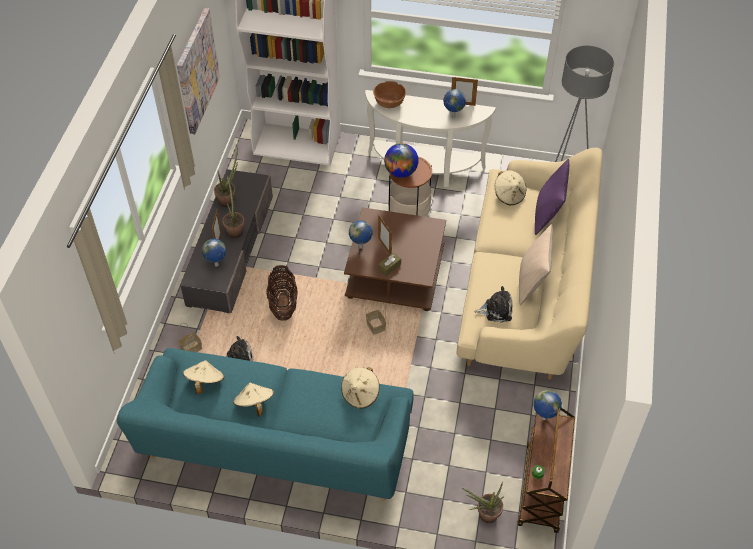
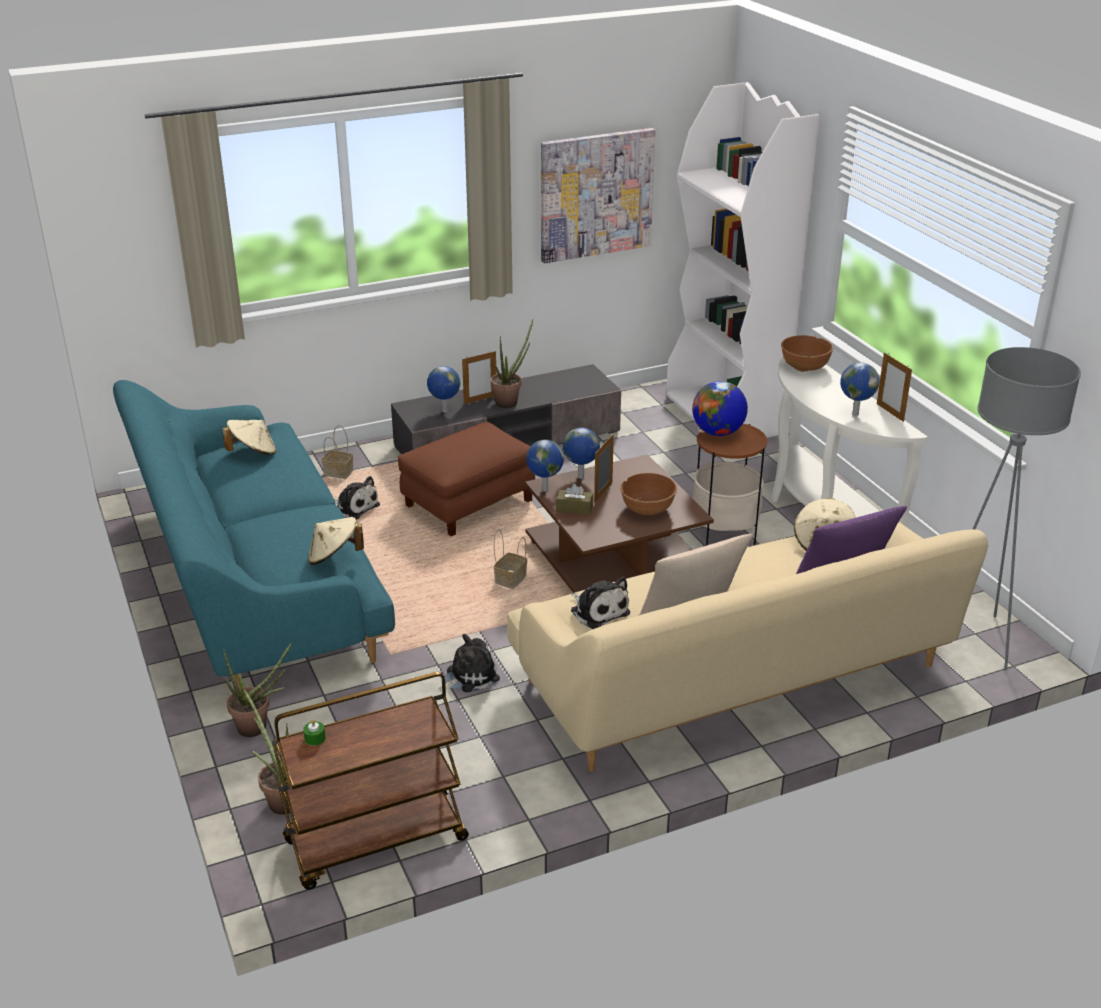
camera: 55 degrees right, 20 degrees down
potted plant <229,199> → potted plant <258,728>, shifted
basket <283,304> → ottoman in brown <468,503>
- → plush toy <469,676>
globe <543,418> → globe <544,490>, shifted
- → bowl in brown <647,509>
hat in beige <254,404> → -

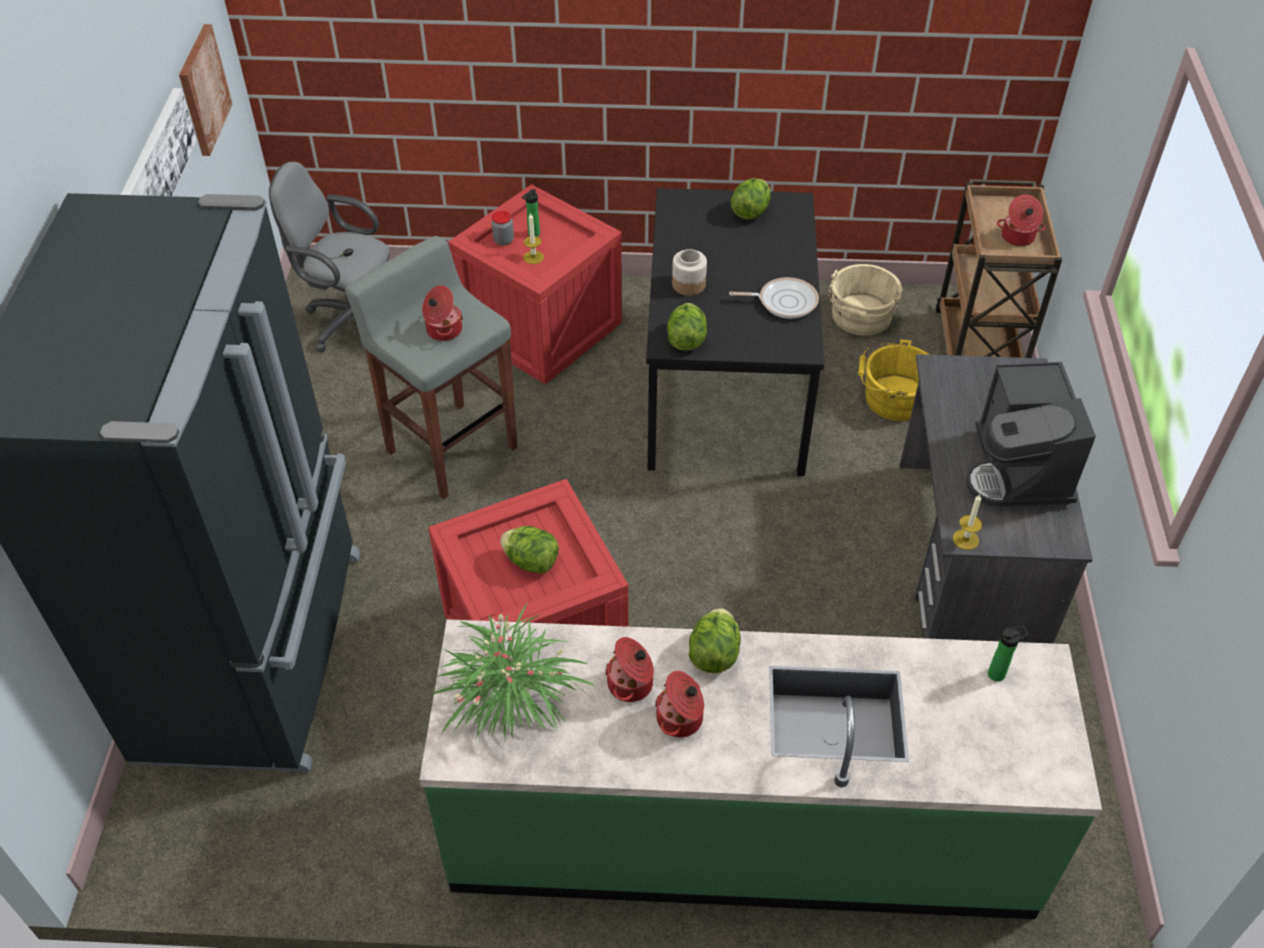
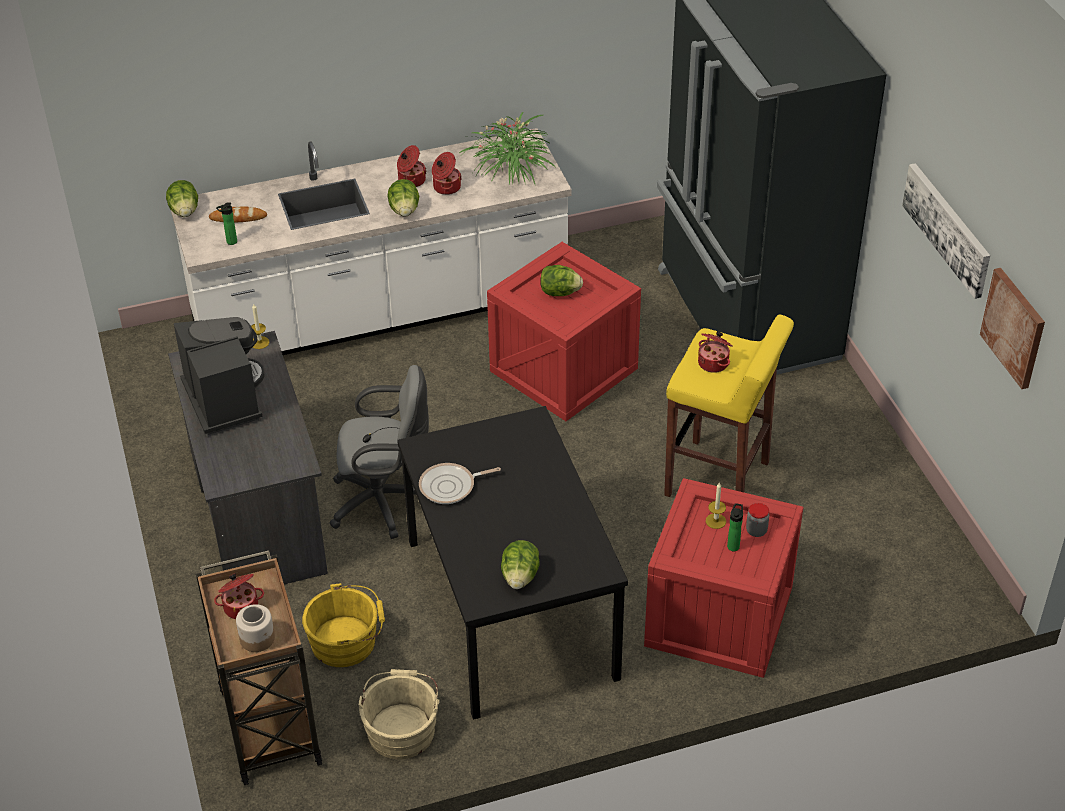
camera: 160 degrees right, 5 degrees down
lettuce <686,340> → lettuce <185,211>, shifted
counter in green <740,829> → counter in white <381,313>
- → bread <238,217>
jar <688,284> → jar <257,638>, shifted
office chair in grey <352,321> → office chair in grey <385,502>, shifted
stool in grey <450,448> → stool in yellow <718,480>

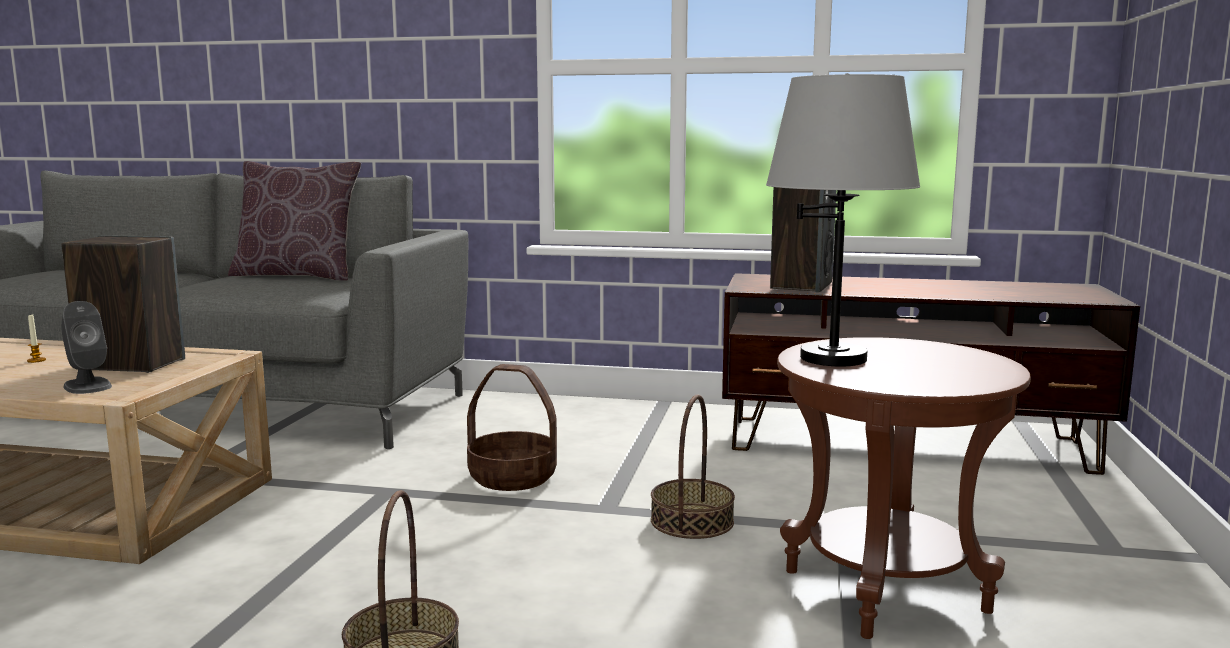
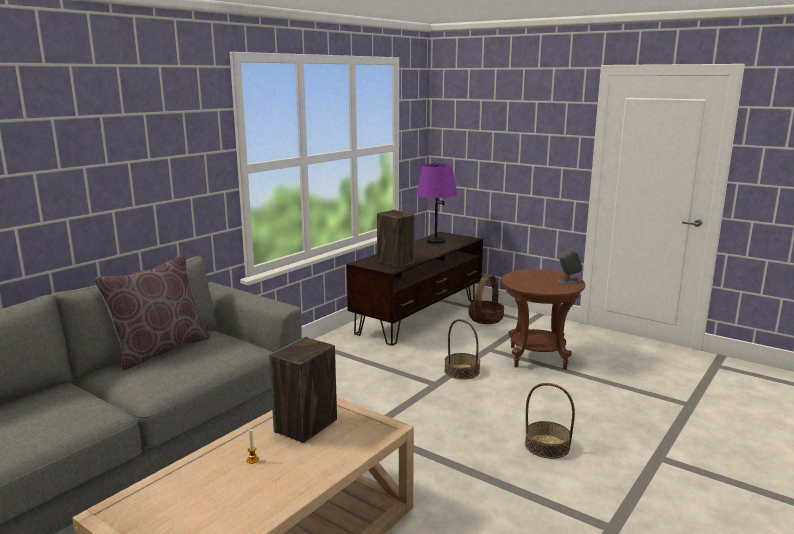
camera: 65 degrees left, 5 degrees up
- → table lamp in purple <435,241>
basket <513,477> → basket <485,319>, shifted
speaker in grey <87,386> → speaker in grey <568,281>, shifted
table lamp in grey <834,358> → -

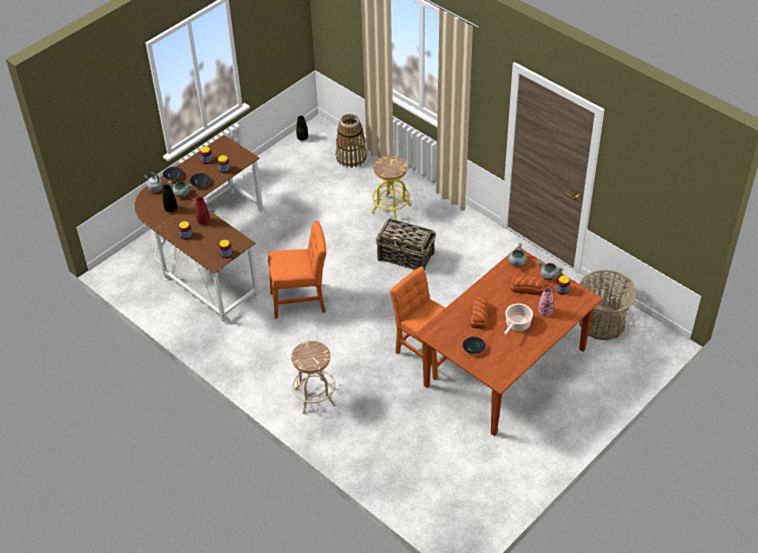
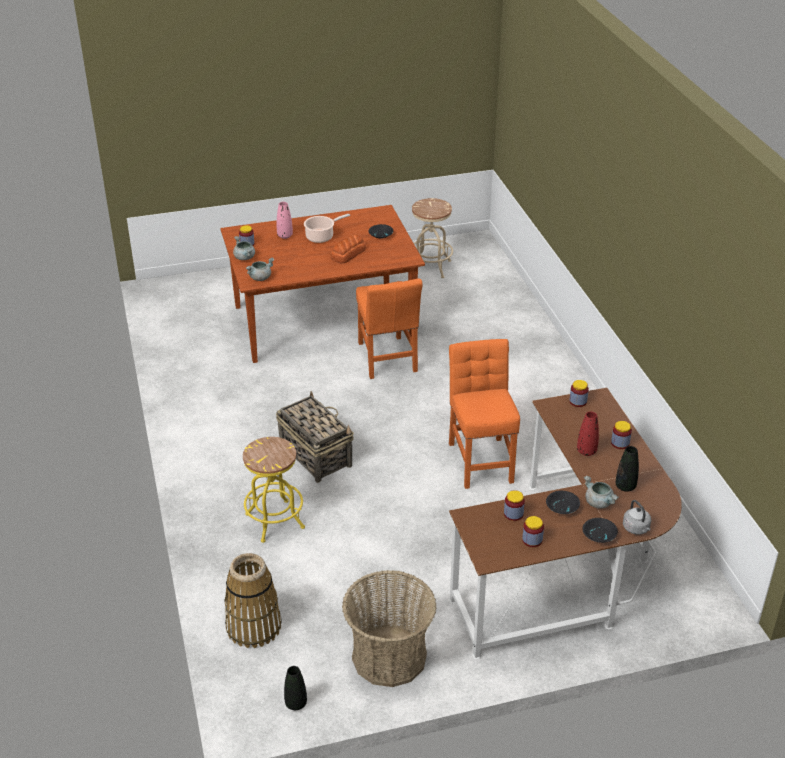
camera: 150 degrees left, 10 degrees down
basket <602,322> → basket <389,657>, shifted
stool in beige <314,397> → stool in beige <430,267>, shifted
chair in orange <301,301> → chair in orange <480,459>, 60 degrees clockwise
bread <527,288> → -

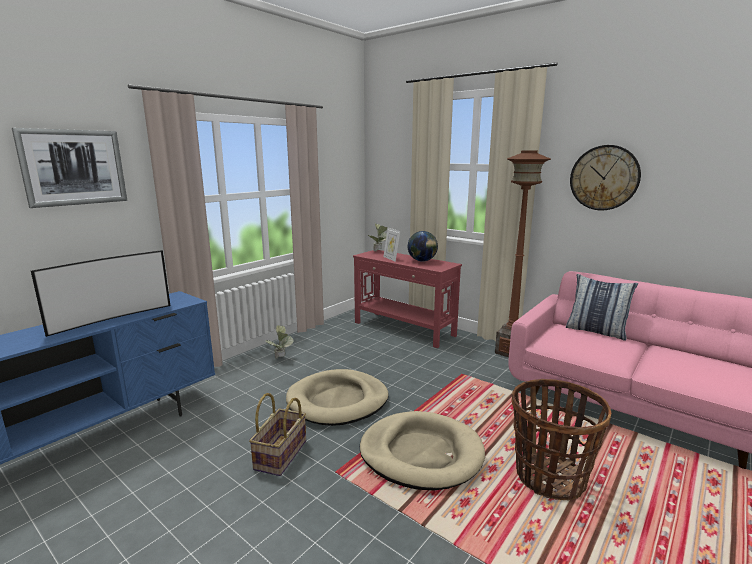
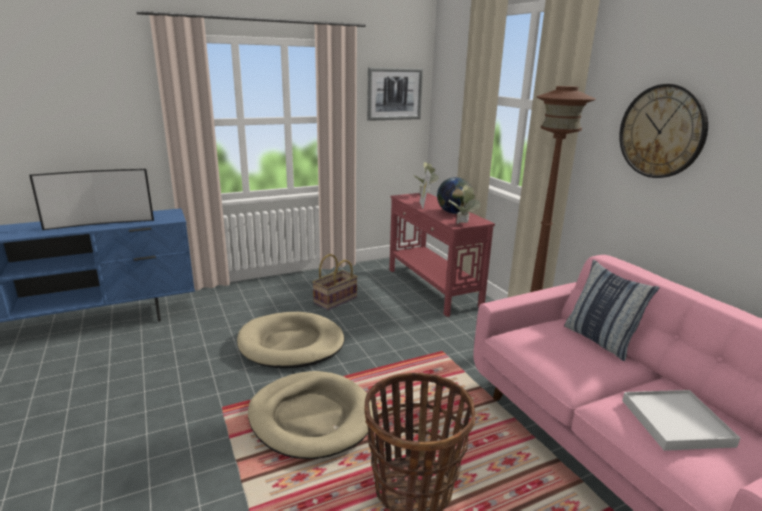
camera: 25 degrees right, 5 degrees up
basket <281,455> → basket <335,300>, shifted
picture <74,167> → picture <394,94>, shifted
potted plant <281,358> → potted plant <463,225>, shifted
- → tray in white <675,422>

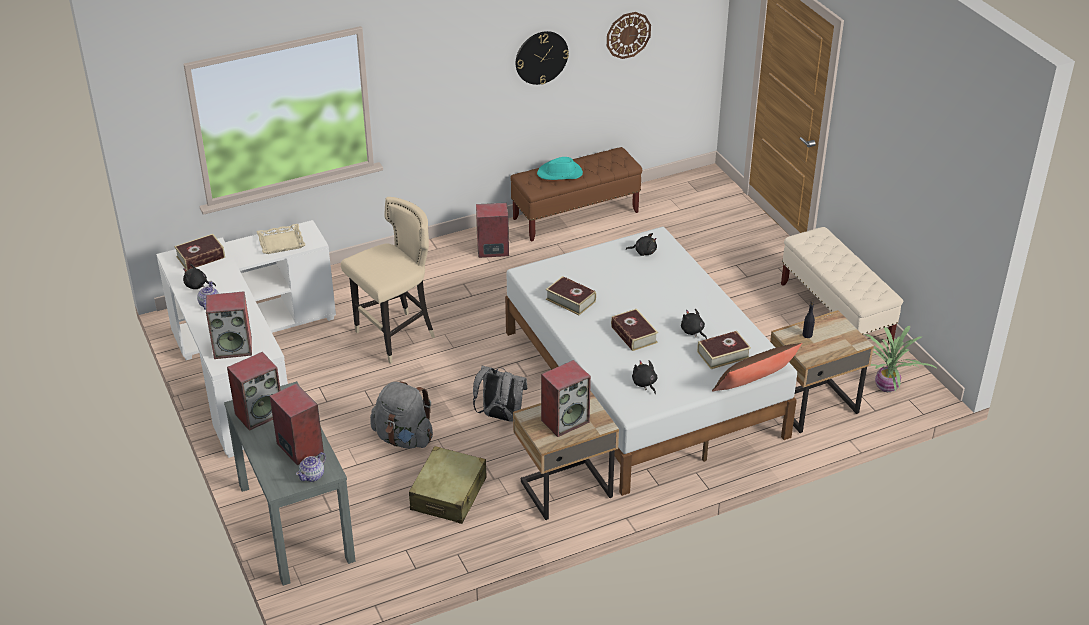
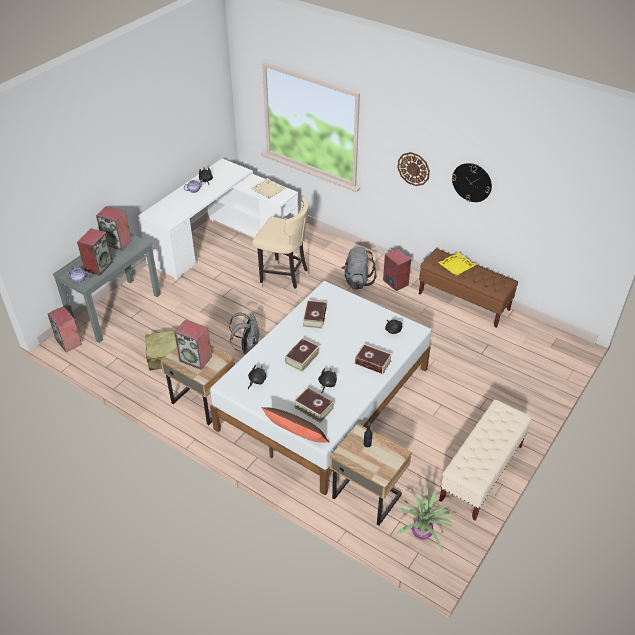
camera: 60 degrees right, 5 degrees up
speaker <233,347> → speaker <69,342>, shifted
backpack in grey <404,438> → backpack in grey <357,281>, shifted
book <200,257> → book <373,362>, shifted
wall clock <628,35> → wall clock <413,169>, shifted
hat in turquoise <560,173> → tray in yellow <456,266>

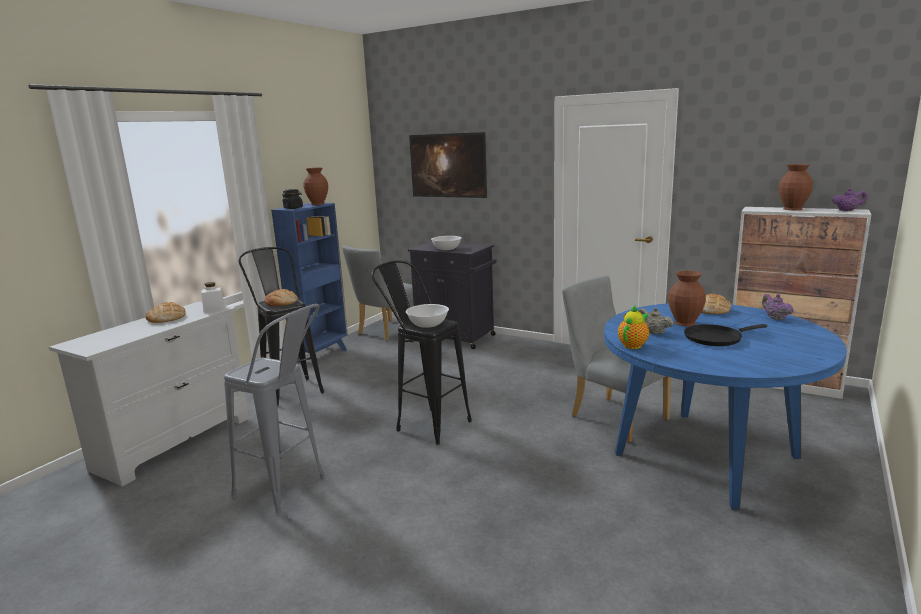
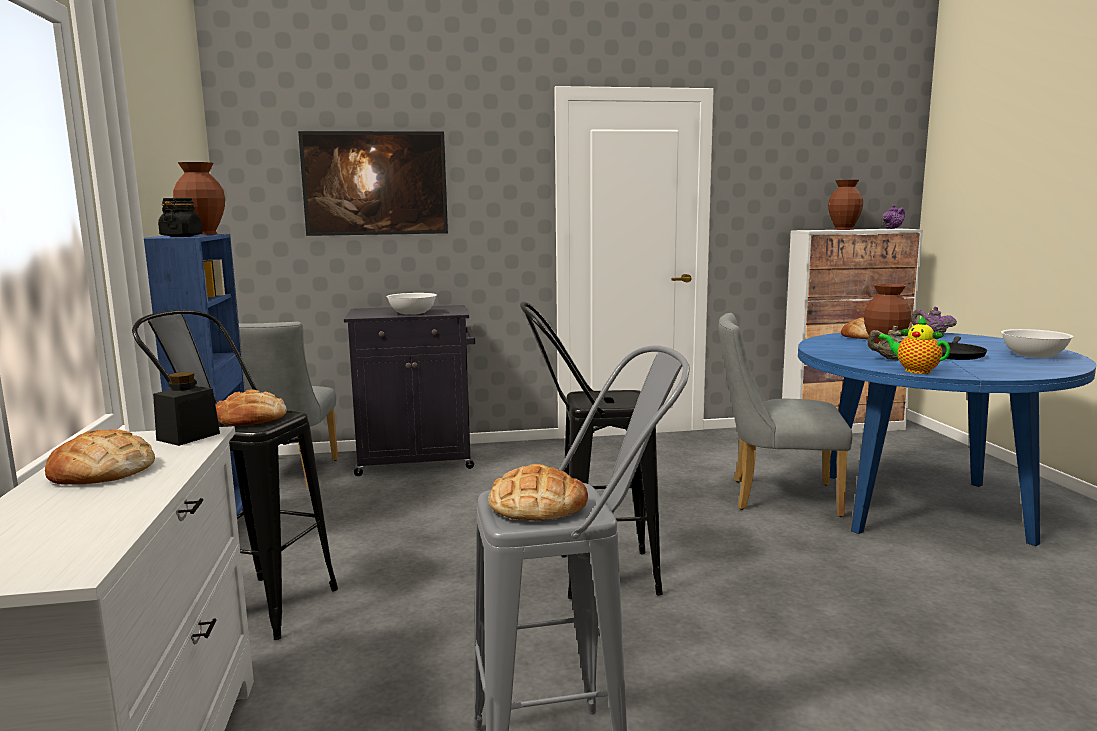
camera: 40 degrees left, 5 degrees down
jar in white <214,309> → jar in black <188,437>
- → bread <537,505>
teapot <633,345> → teapot <914,370>, 45 degrees counterclockwise
bowl in white <428,325> → bowl in white <1033,356>, shifted

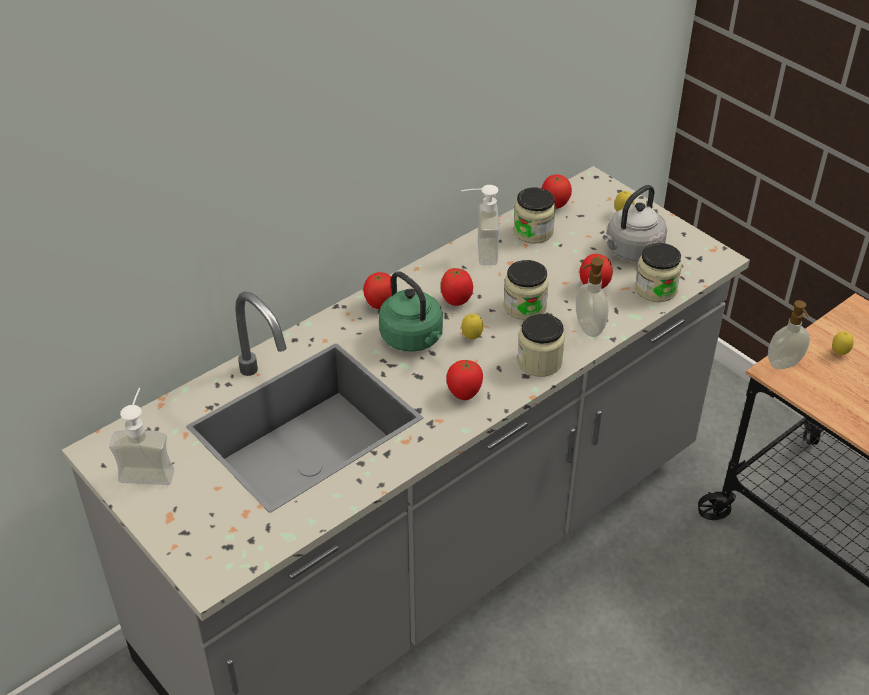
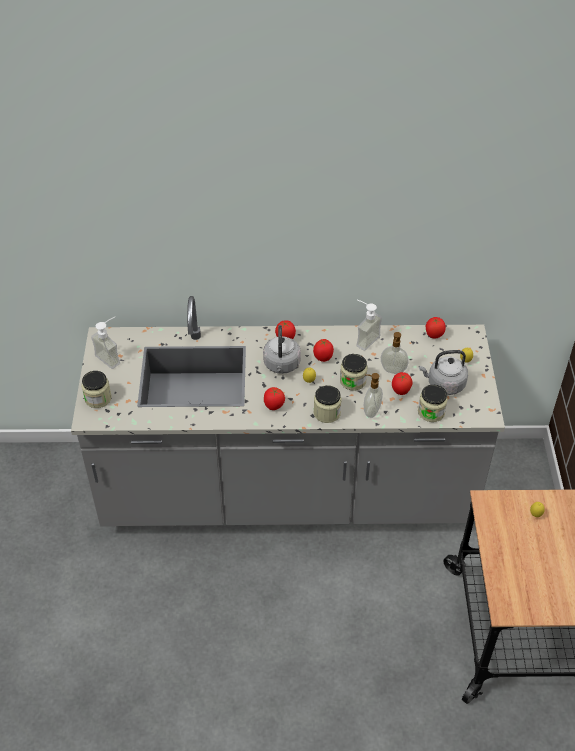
camera: 40 degrees right, 5 degrees up
jar <533,232> → jar <98,398>, shifted
kettle in green <413,339> → kettle in grey <281,365>
soap dispenser <784,364> → soap dispenser <393,371>, shifted

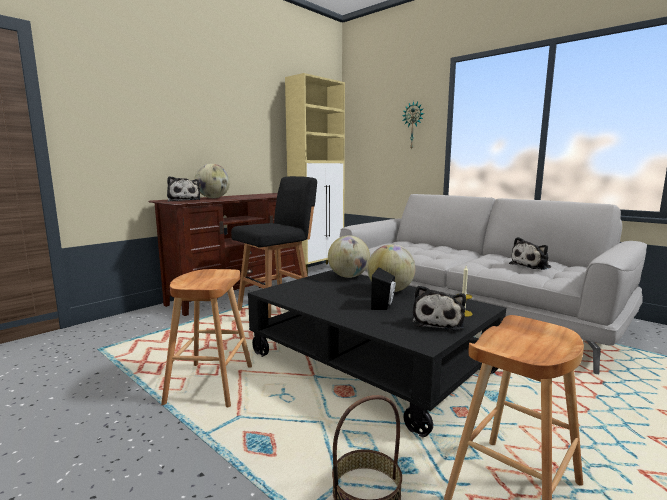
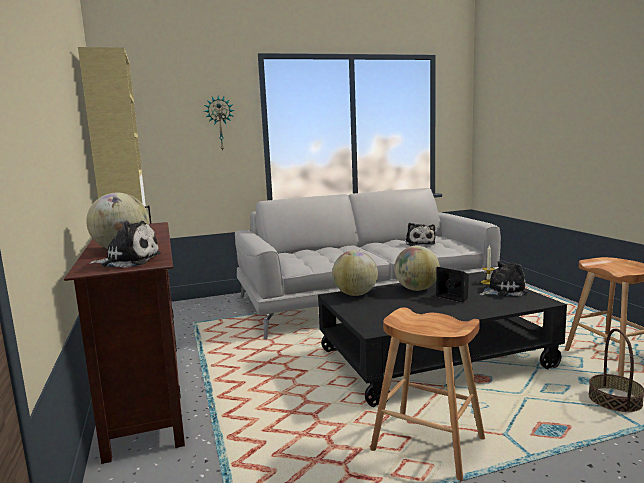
camera: 60 degrees left, 0 degrees up
plush toy <438,322> → plush toy <502,291>, 60 degrees counterclockwise
stool in black <277,311> → -

